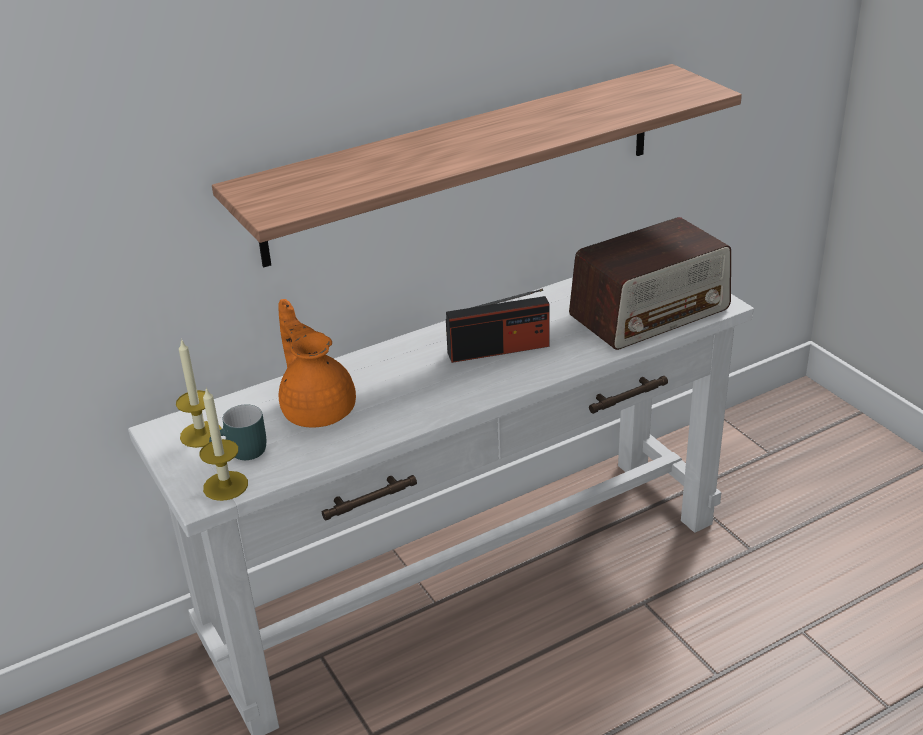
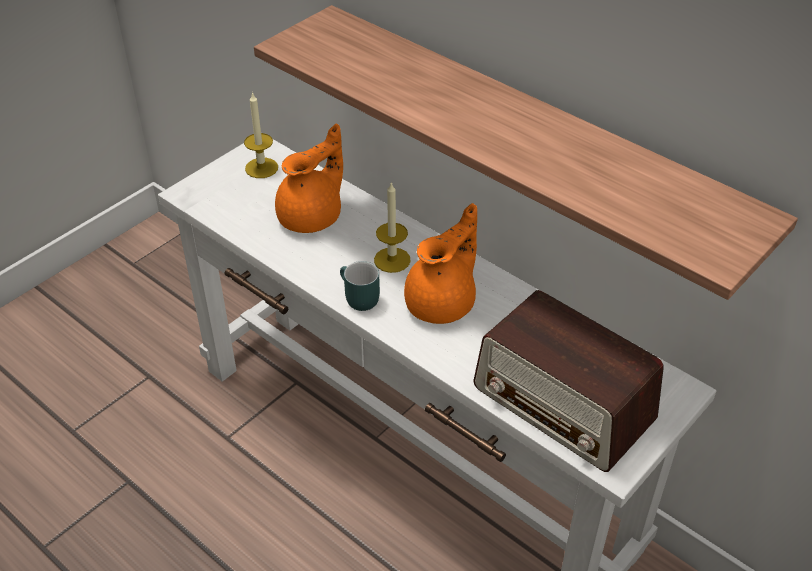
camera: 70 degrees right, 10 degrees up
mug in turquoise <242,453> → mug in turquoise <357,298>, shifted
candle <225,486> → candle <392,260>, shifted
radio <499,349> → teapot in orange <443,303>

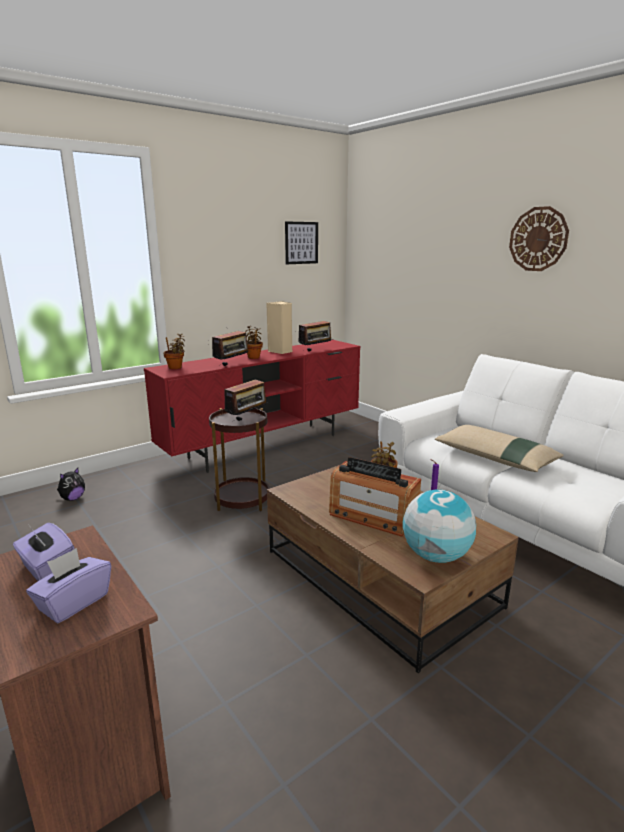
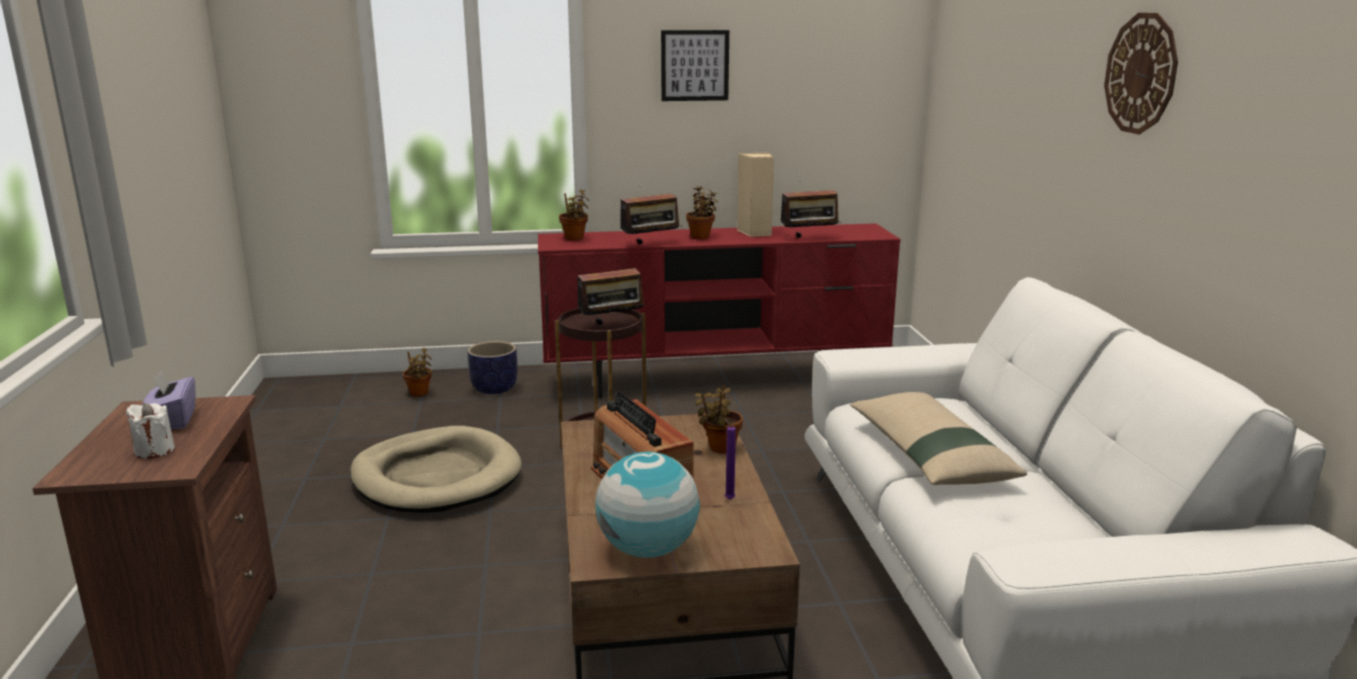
camera: 30 degrees right, 0 degrees up
tissue box in purple <73,602> → candle in white <154,450>
- → dog bed in beige <436,477>
plush toy <72,498> → potted plant <419,394>
- → planter <494,388>
picture <301,243> → picture <694,65>, shifted

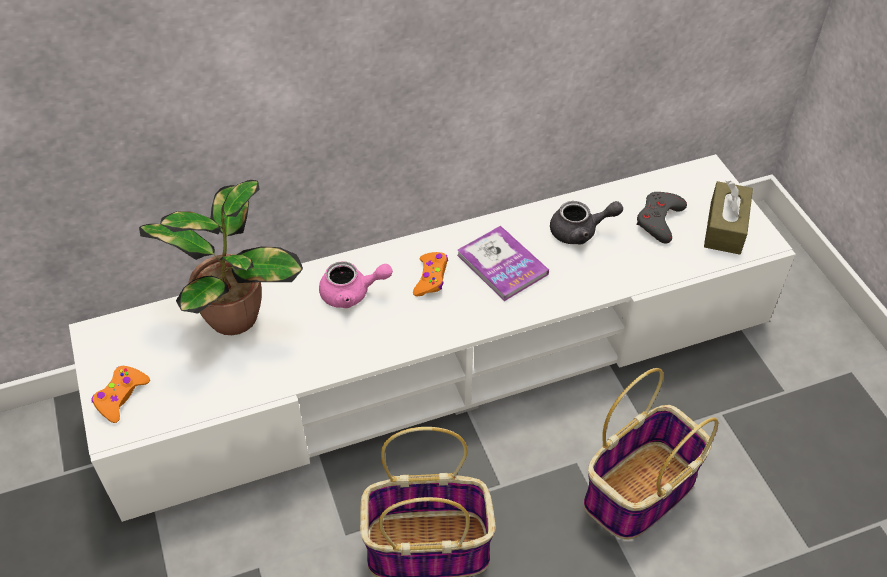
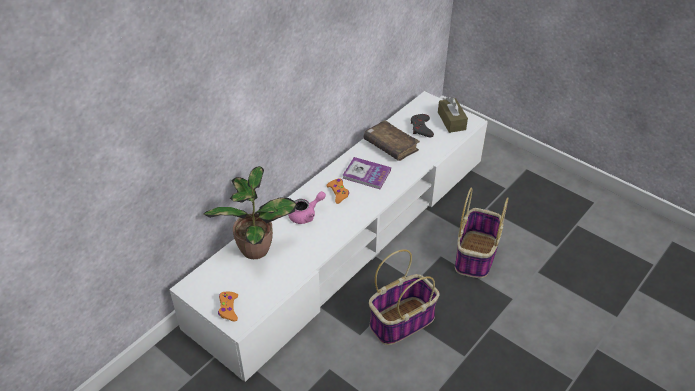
camera: 30 degrees left, 5 degrees down
teapot in grey <580,232> → book in brown <390,146>

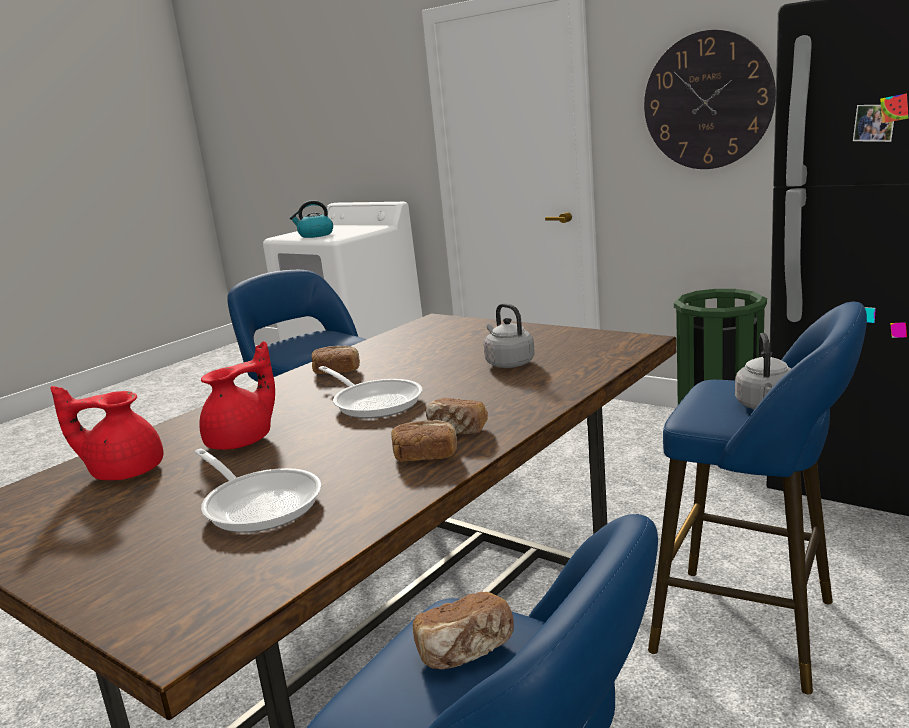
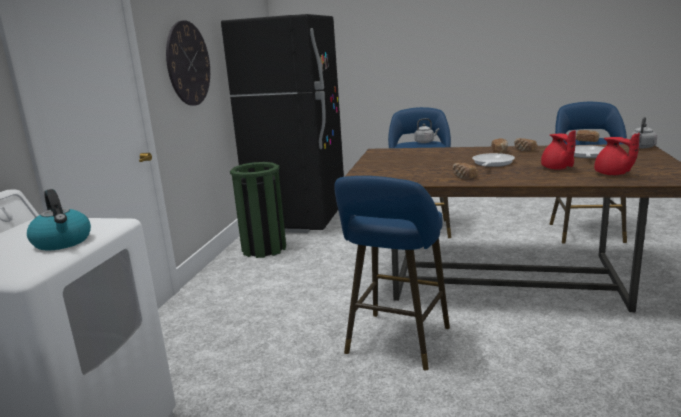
camera: 115 degrees left, 0 degrees up
teapot in red <243,441> → teapot in red <557,168>, 120 degrees counterclockwise
kettle in grey <508,363> → kettle in grey <641,147>, shifted

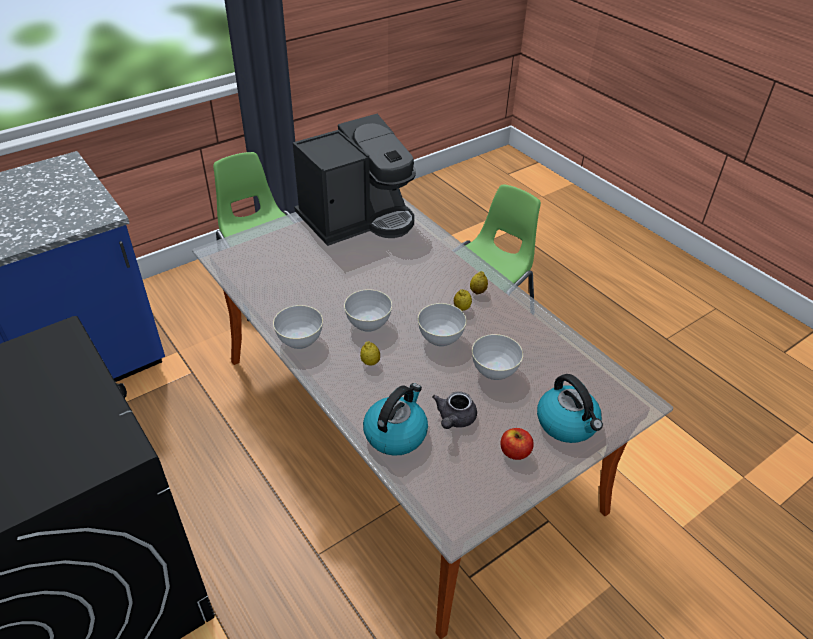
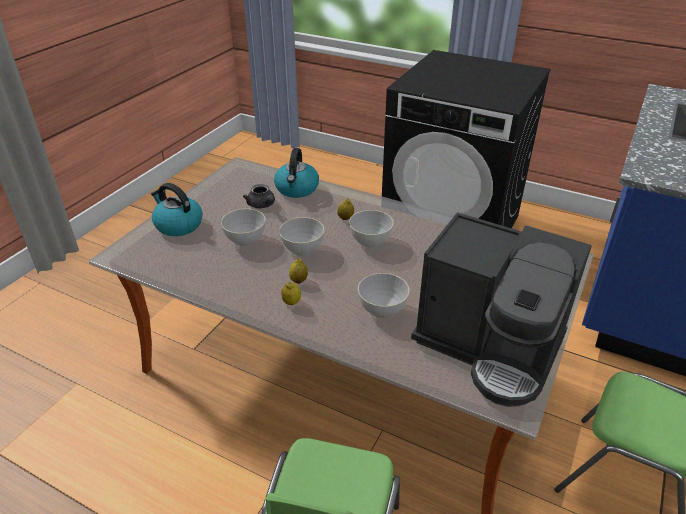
camera: 155 degrees right, 5 degrees down
teapot in grey <454,419> → teapot in grey <262,205>, 150 degrees clockwise
bowl in grey <300,341> → bowl in grey <382,310>, shifted
coffee machine <358,219> → coffee machine <490,347>, 90 degrees counterclockwise
apple <515,452> → -

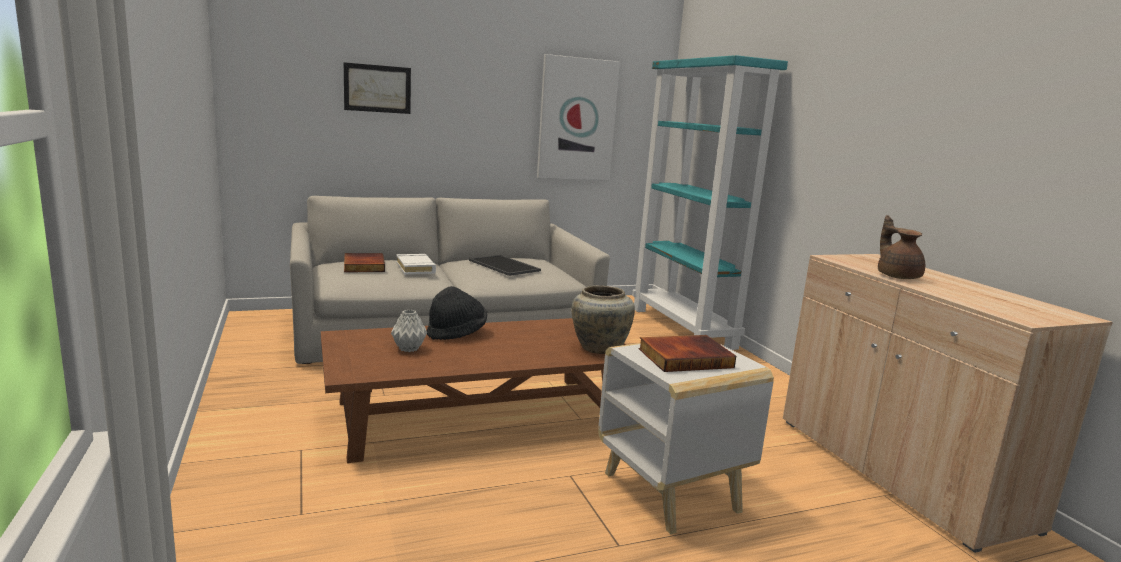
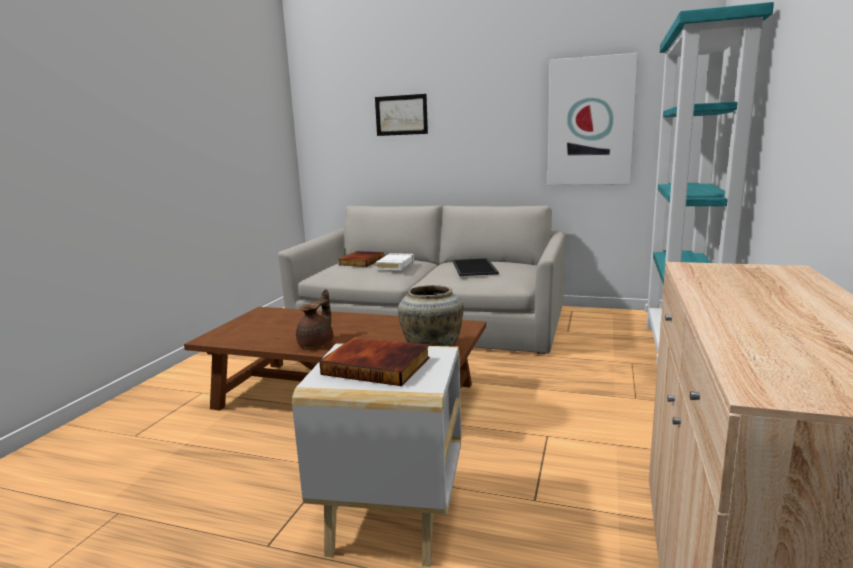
camera: 40 degrees right, 0 degrees up
teapot in brown <897,276> → teapot in brown <317,343>, shifted
vase in grey <408,348> → -
hat in black <457,333> → -

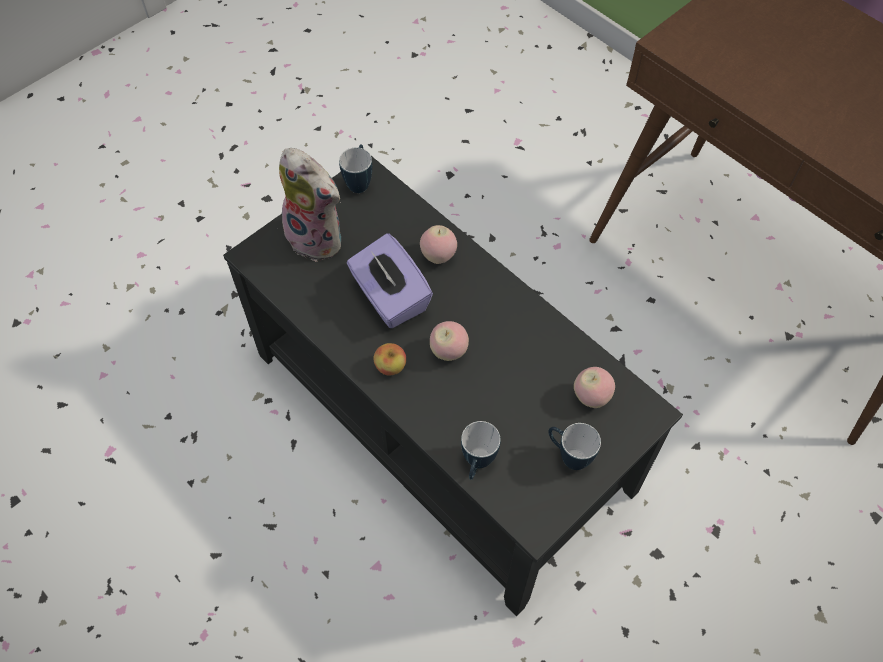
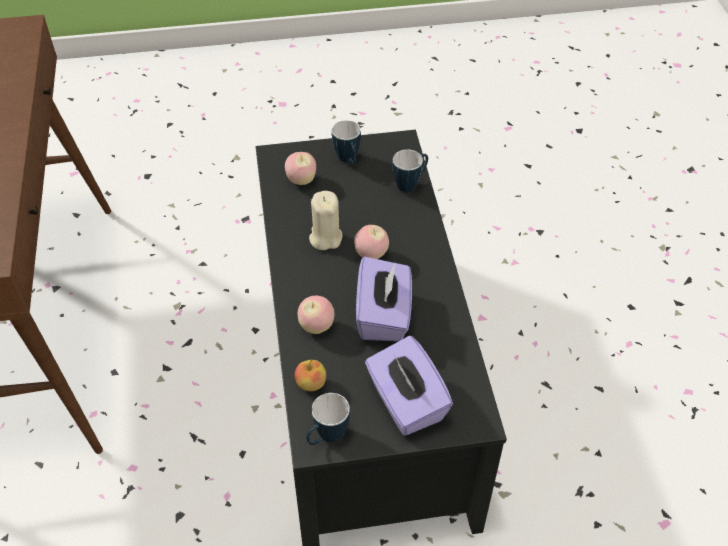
camera: 145 degrees left, 10 degrees down
apple <390,366> → apple <311,384>, shifted
- → candle in beige <325,238>
plush toy <319,237> → tissue box in purple <406,402>

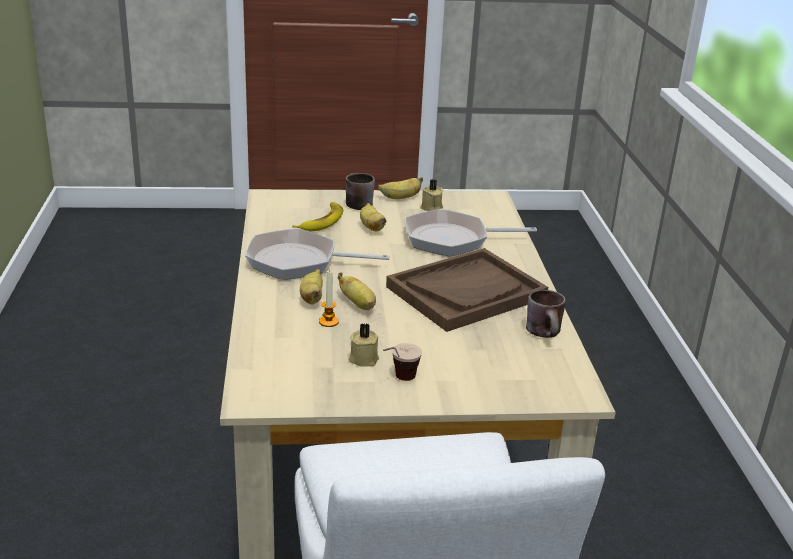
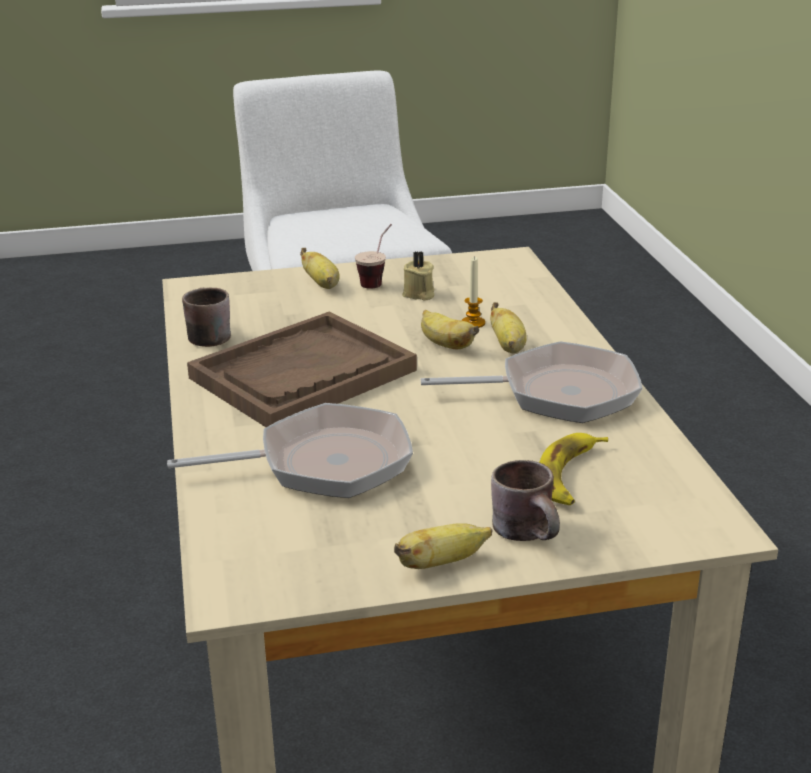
camera: 175 degrees right, 0 degrees up
banana <371,227> → banana <322,284>, shifted
candle in beige <431,208> → -

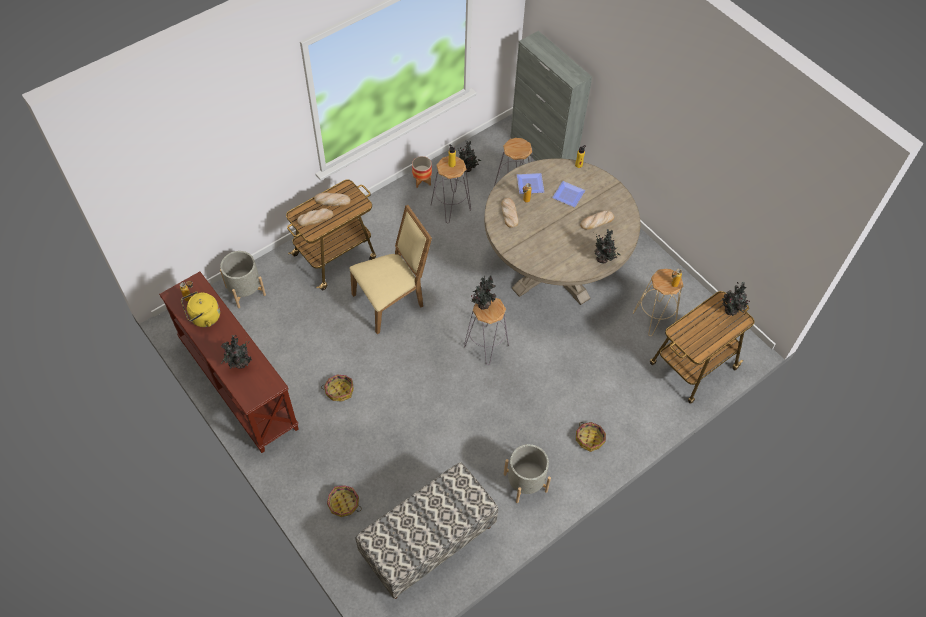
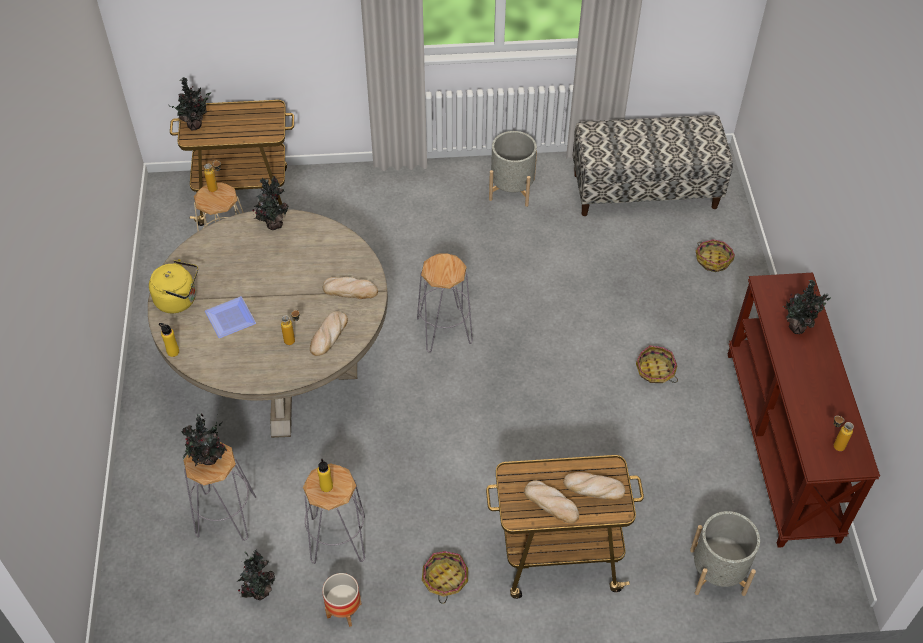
camera: 145 degrees left, 5 degrees down
kettle in yellow <203,318> → kettle in yellow <179,300>, shifted
potted plant <482,304> → potted plant <209,460>, shifted
bread <597,221> → bread <350,290>, shifted
basket <589,439> → basket <444,579>, shifted
chair in beige <392,300> → -
cabinet in grey <542,154> → -
plate <531,185> → -

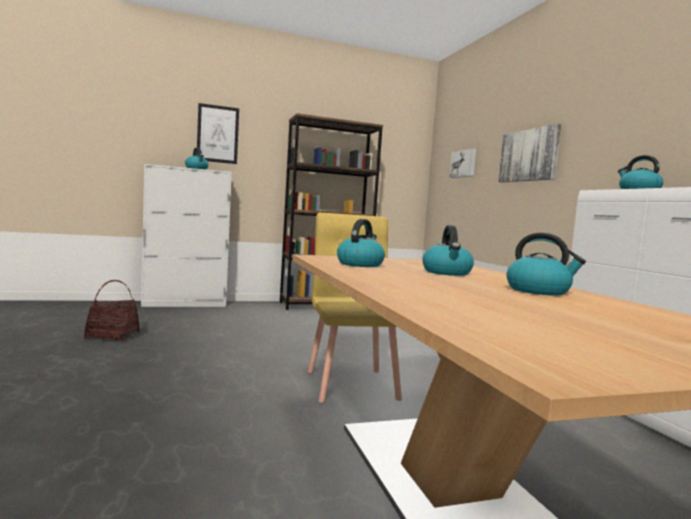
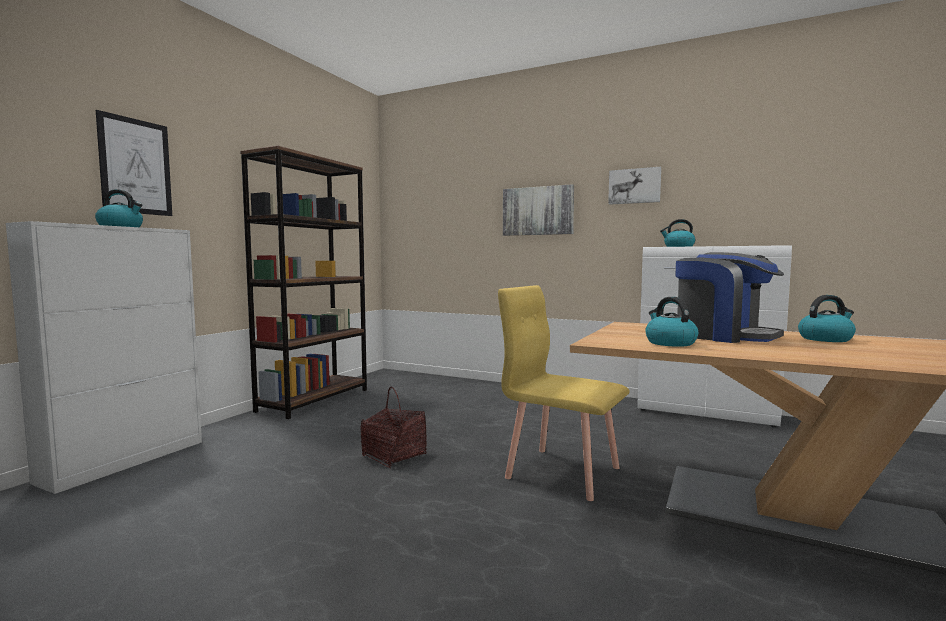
camera: 45 degrees left, 0 degrees up
basket <113,336> → basket <394,455>, shifted
picture <463,164> → picture <634,186>, shifted
kettle <447,273> → coffee machine <723,336>

